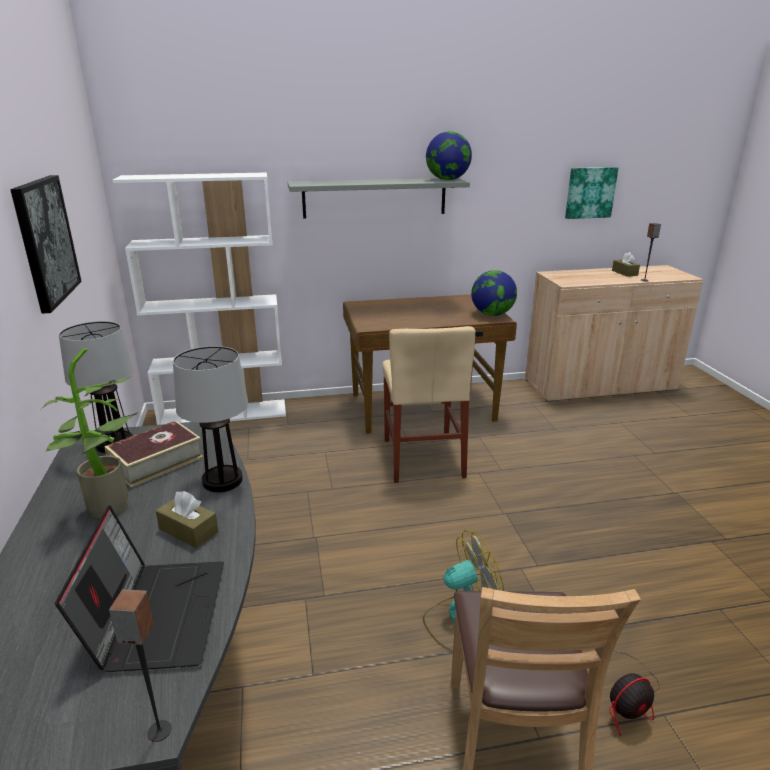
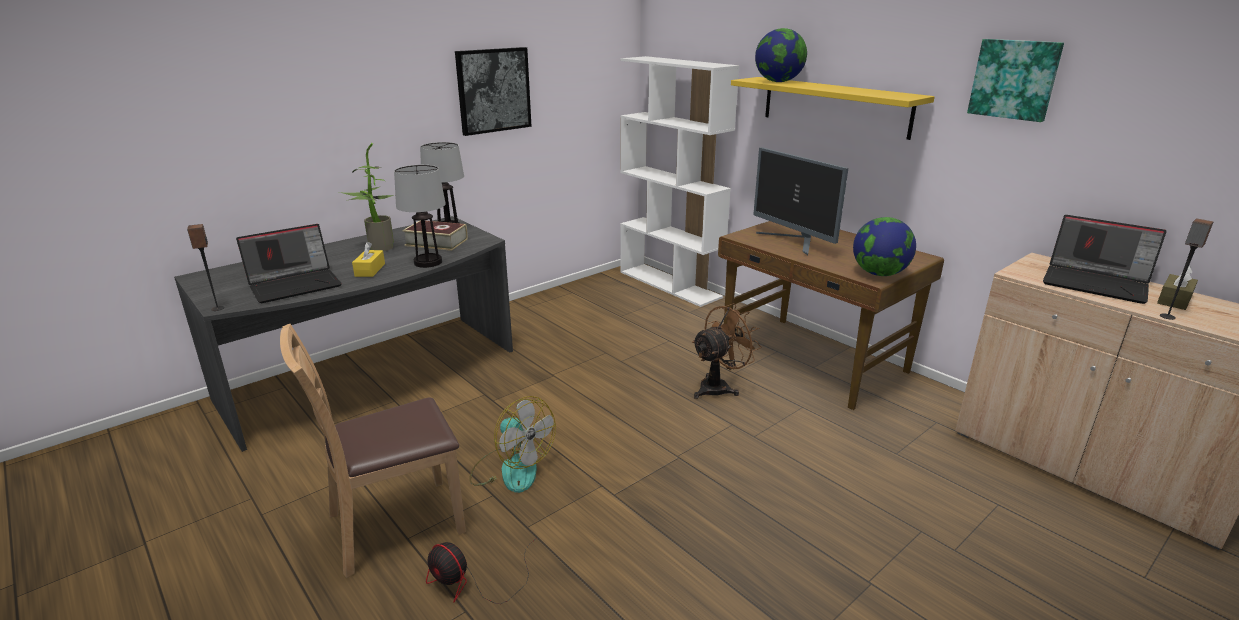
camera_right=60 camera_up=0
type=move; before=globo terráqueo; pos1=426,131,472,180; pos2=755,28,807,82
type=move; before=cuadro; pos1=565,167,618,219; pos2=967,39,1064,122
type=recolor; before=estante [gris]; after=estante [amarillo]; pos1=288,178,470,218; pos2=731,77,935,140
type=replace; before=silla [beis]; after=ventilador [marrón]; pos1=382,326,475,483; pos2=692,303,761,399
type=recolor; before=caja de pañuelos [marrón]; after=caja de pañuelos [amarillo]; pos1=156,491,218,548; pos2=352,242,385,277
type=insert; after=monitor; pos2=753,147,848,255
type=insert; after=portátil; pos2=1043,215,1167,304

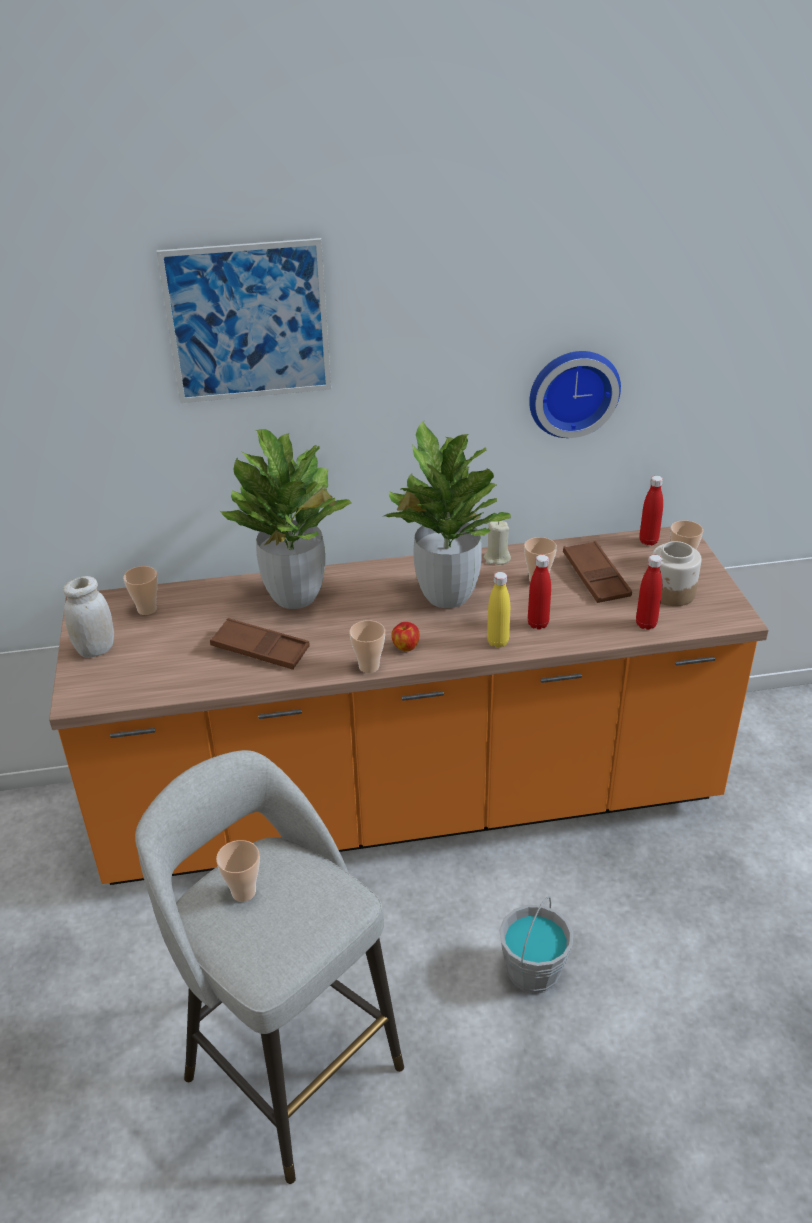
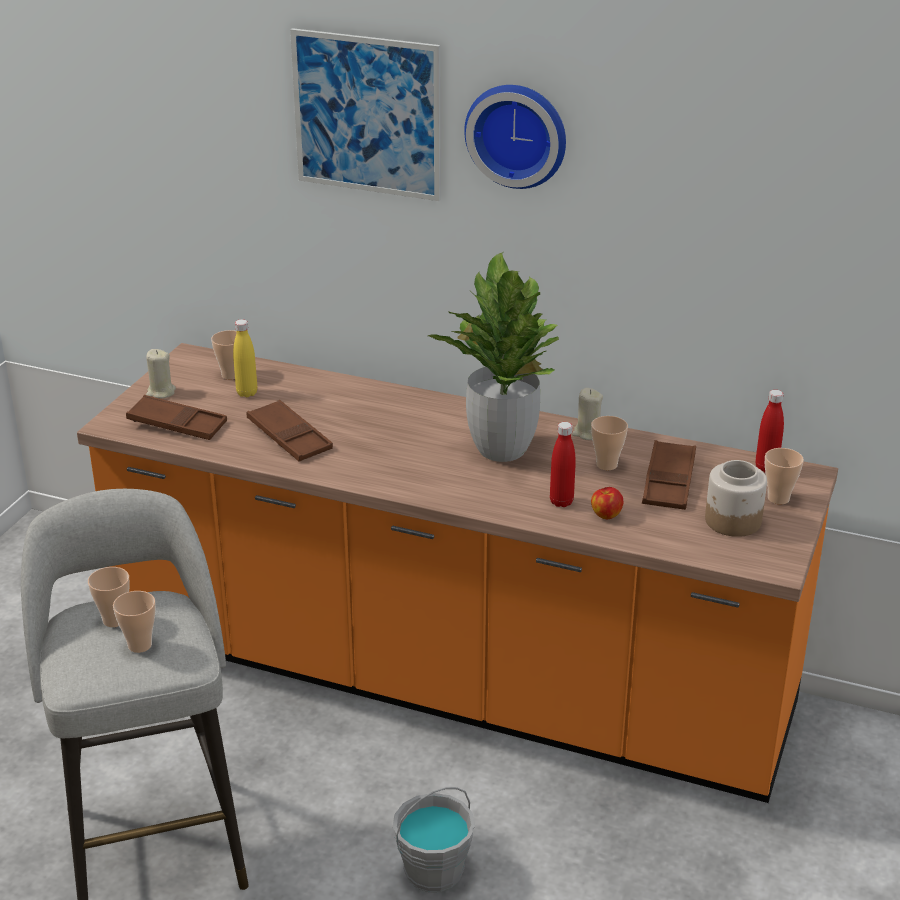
camera_right=30 camera_up=-5
type=move; before=reloj de pared; pos1=529,351,621,438; pos2=464,85,566,189
type=delete; before=planta en maceta; pos1=219,429,352,609
type=delete; before=botella [rojo]; pos1=636,555,662,630
type=move; before=botella [amarillo]; pos1=487,572,510,648; pos2=233,319,257,397
type=replace; before=tarro [blanco]; after=vela [beis]; pos1=63,576,114,658; pos2=146,349,176,399
type=move; before=taza; pos1=349,620,385,673; pos2=113,591,156,653
type=move; before=manzana; pos1=391,622,419,651; pos2=591,487,623,519
type=insert; after=bandeja [marrón]; pos2=126,395,227,440

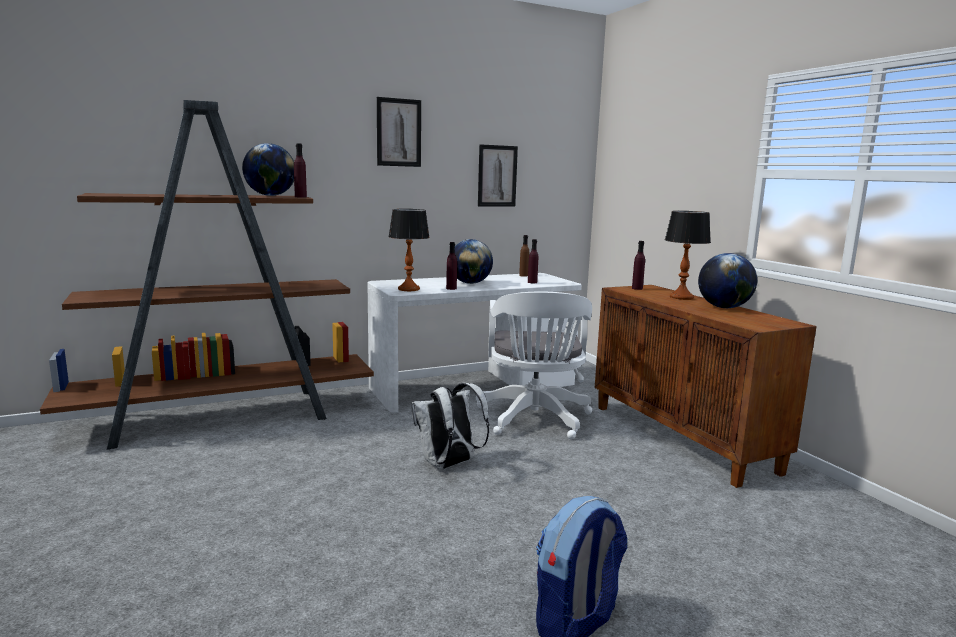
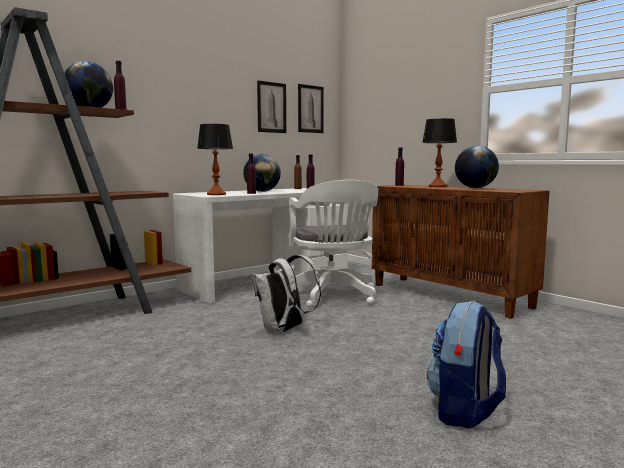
camera_right=-15 camera_up=-5
type=move; before=cuadro; pos1=377,97,421,167; pos2=298,84,324,133

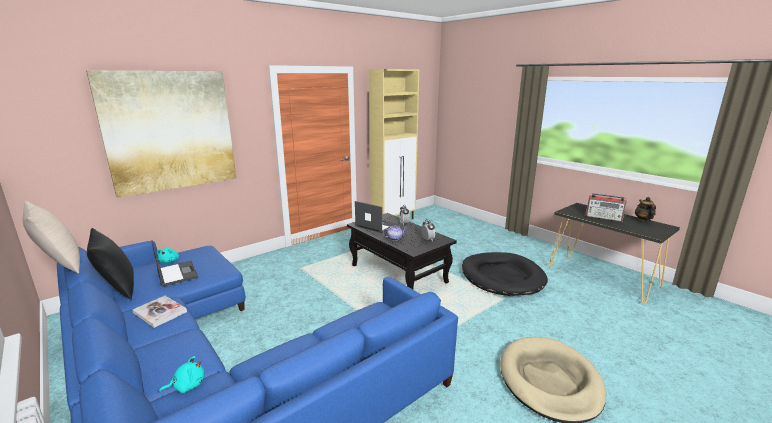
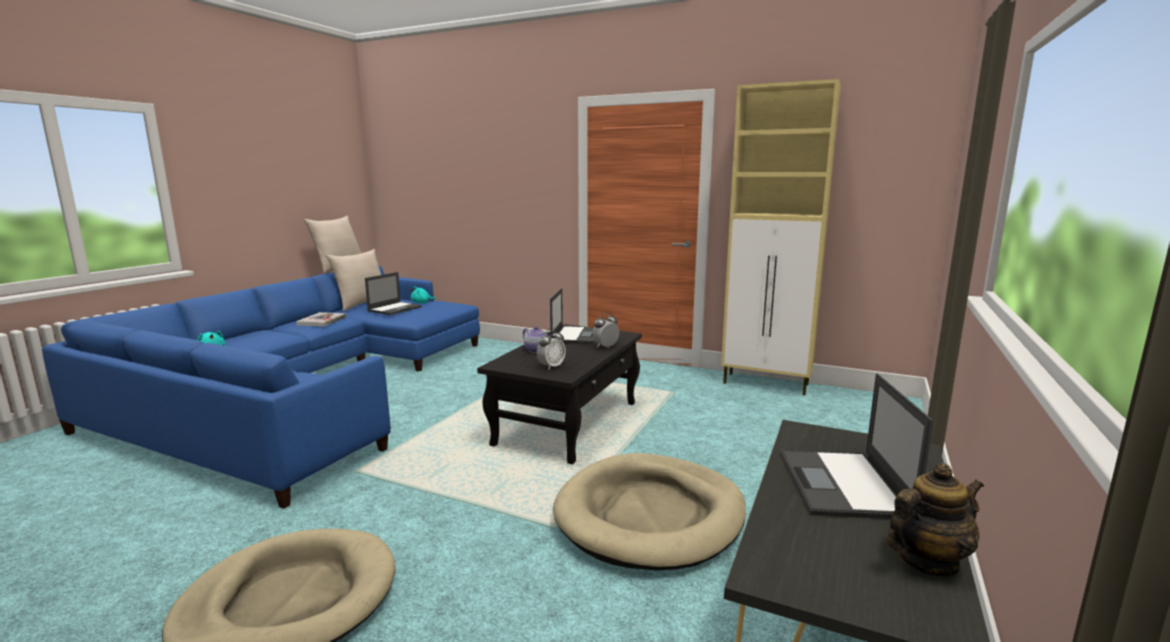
camera_right=65 camera_up=-5
type=delete; before=cuadro; pos1=86,71,236,198
type=replace; before=radio; after=portátil; pos1=586,193,626,222; pos2=780,373,933,519
type=recolor; before=cojín [negro]; after=cojín [beis]; pos1=87,228,134,300; pos2=325,249,381,311
type=recolor; before=cama para perro [negro]; after=cama para perro [beis]; pos1=462,252,548,296; pos2=553,453,746,571

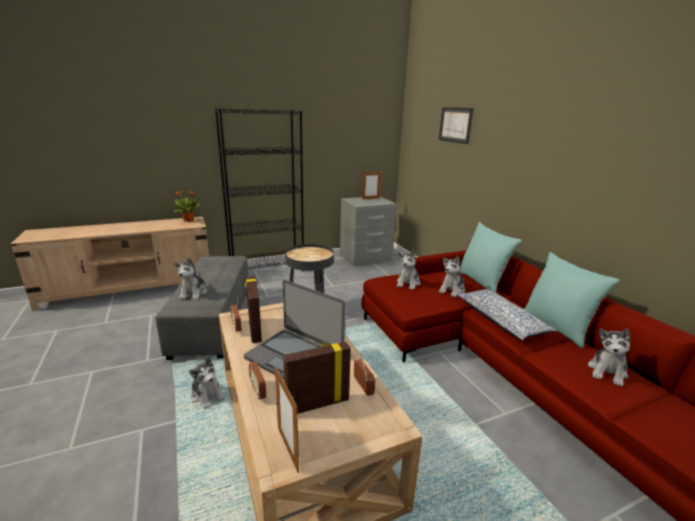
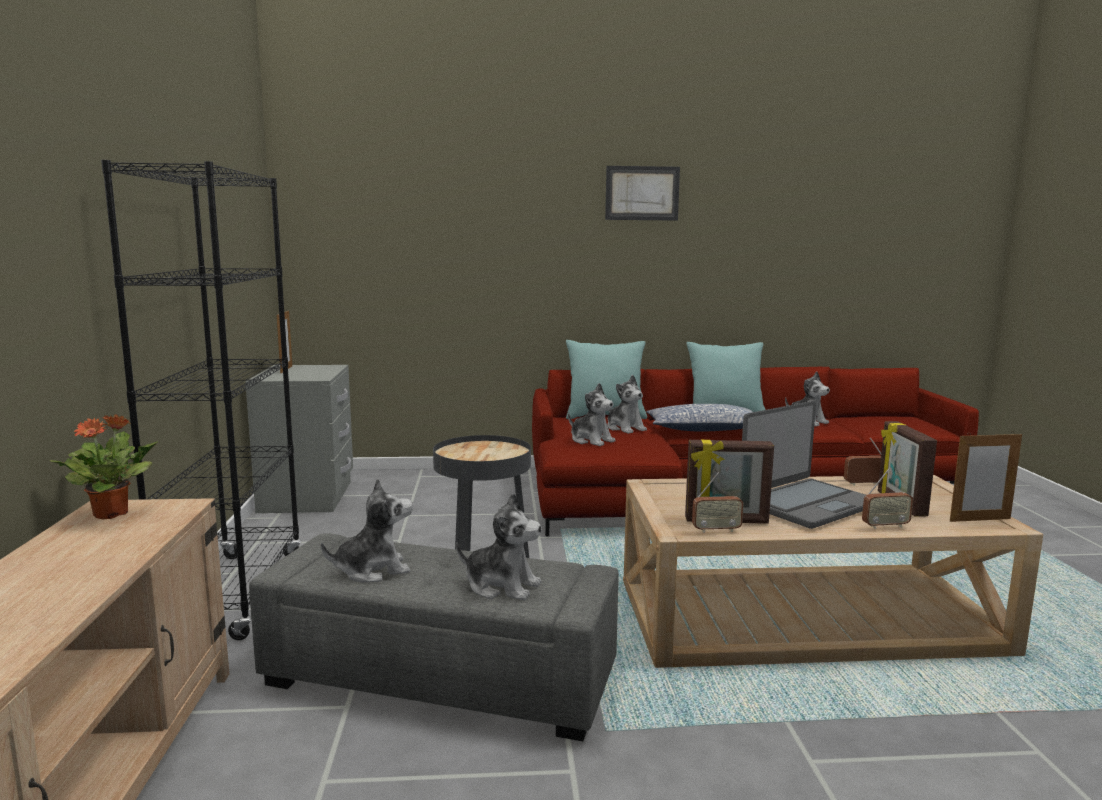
camera_right=-70 camera_up=-10
type=move; before=cuadro; pos1=439,107,474,144; pos2=605,166,680,221
type=move; before=peluche; pos1=189,357,225,410; pos2=321,478,413,582

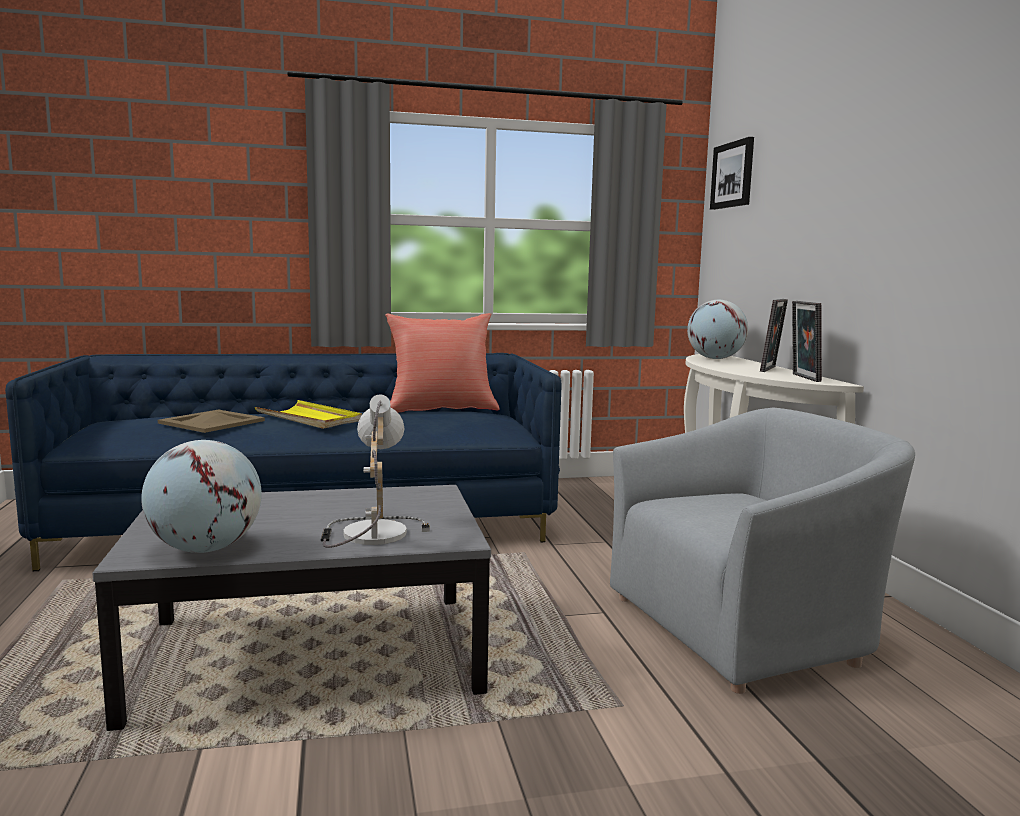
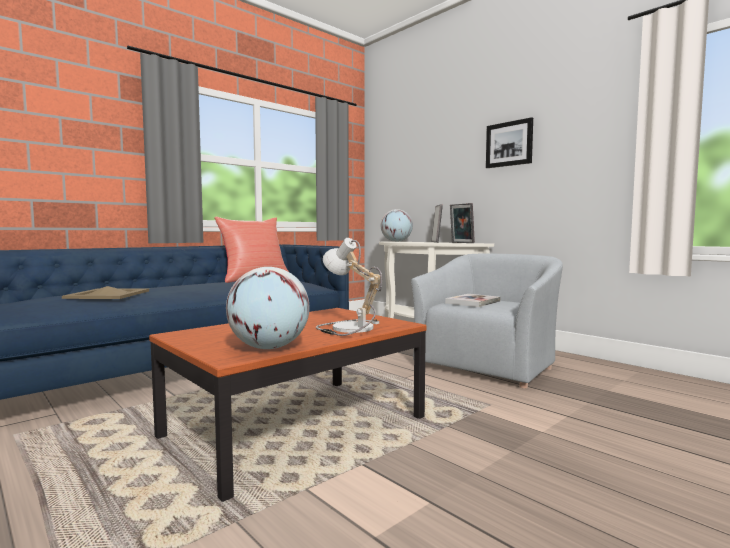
camera_right=-30 camera_up=-5
type=move; before=cuadro; pos1=710,137,754,210; pos2=486,117,533,168
type=delete; before=bandeja [amarillo]; pos1=255,400,362,429
type=recolor; before=mesa de centro [gris]; after=mesa de centro [marrón]; pos1=92,485,491,731; pos2=149,308,427,502
type=insert; after=libro; pos2=445,294,501,307

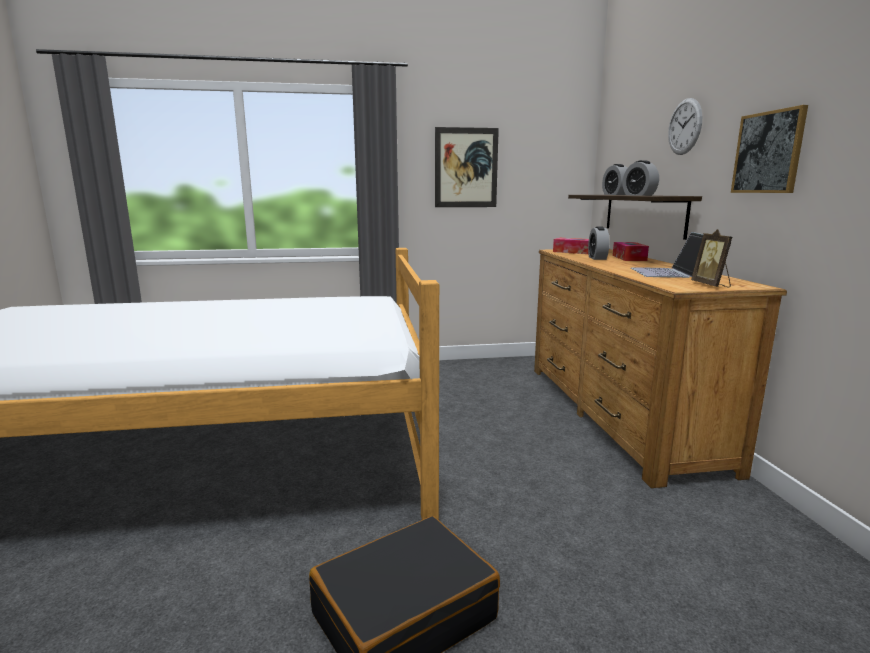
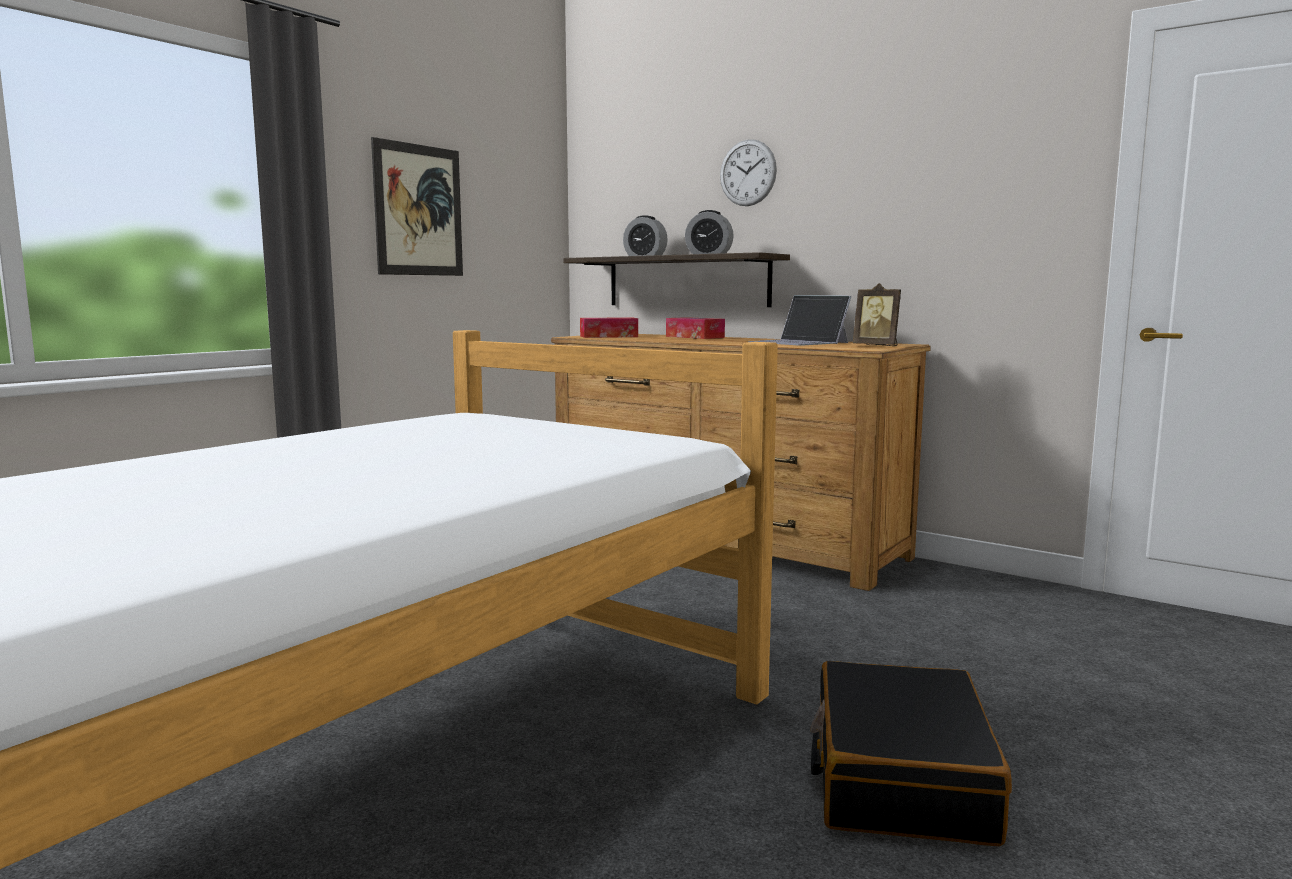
camera_right=-45 camera_up=-5
type=delete; before=cuadro; pos1=731,105,808,193
type=delete; before=despertador; pos1=588,226,609,260

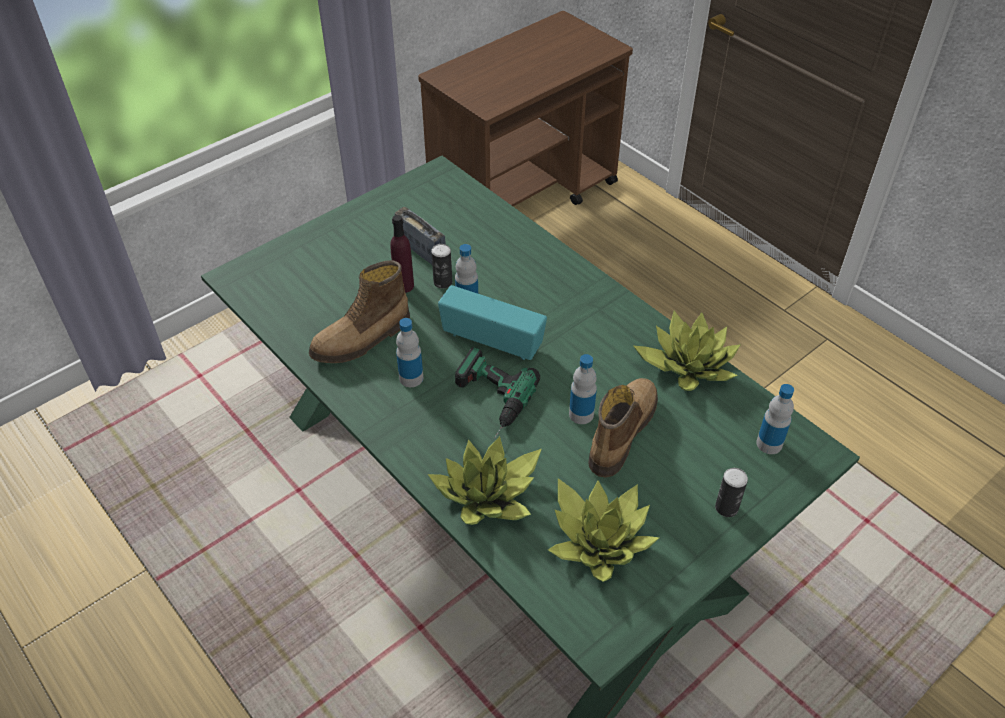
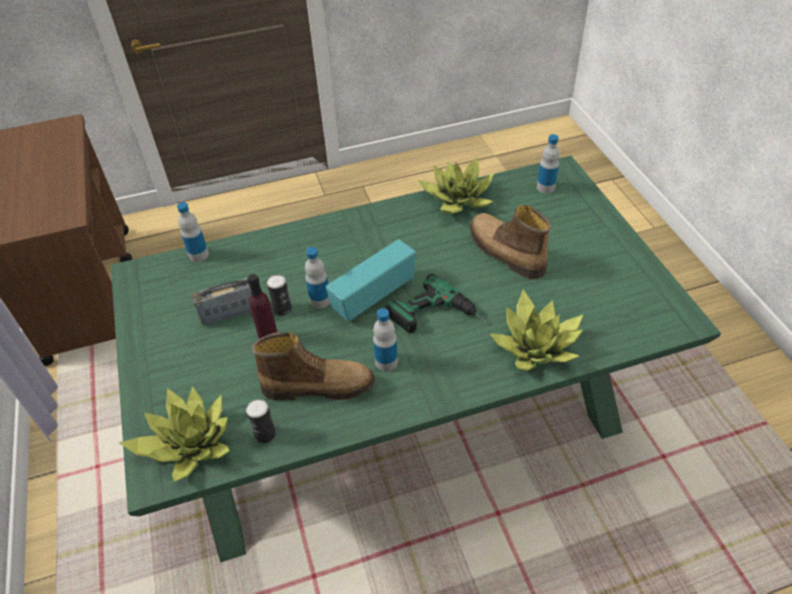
camera_right=-65 camera_up=0
type=rotate; before=bota; pos1=309,260,410,363; pos2=252,332,375,401; turn=-75
type=move; before=botella; pos1=569,354,597,424; pos2=177,202,209,262
type=move; before=lata; pos1=715,468,748,517; pos2=246,399,276,443
type=move; before=planta en maceta; pos1=548,478,660,582; pos2=119,386,230,482

